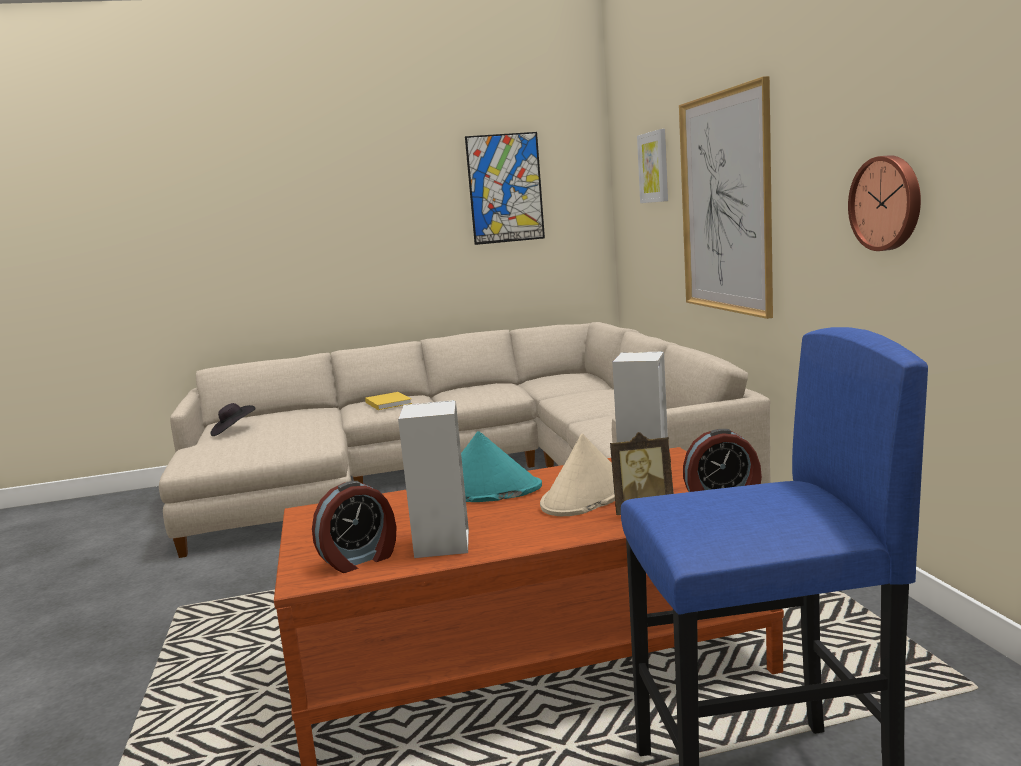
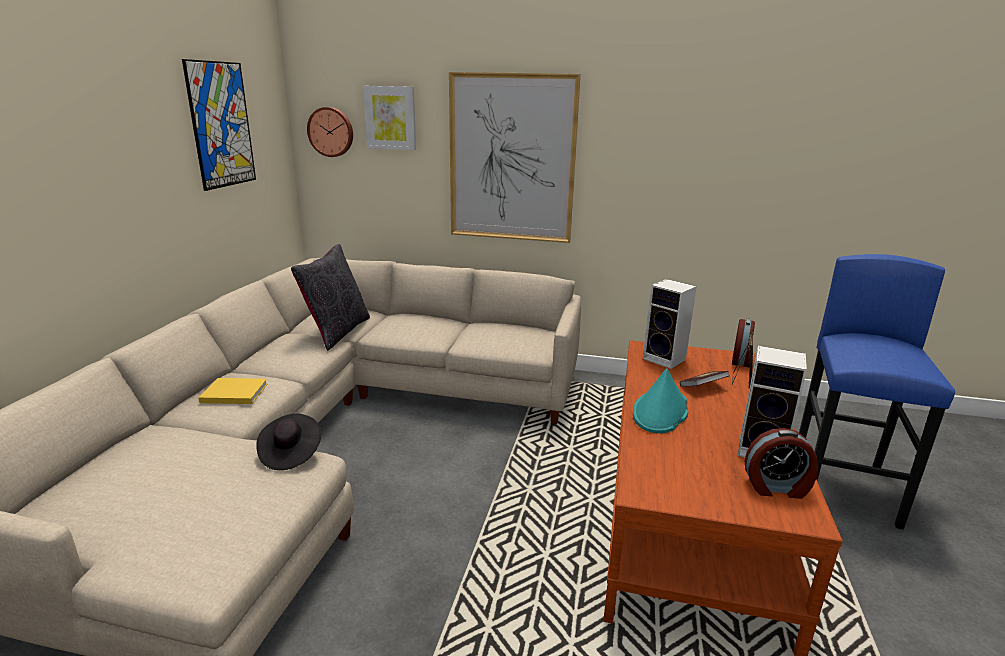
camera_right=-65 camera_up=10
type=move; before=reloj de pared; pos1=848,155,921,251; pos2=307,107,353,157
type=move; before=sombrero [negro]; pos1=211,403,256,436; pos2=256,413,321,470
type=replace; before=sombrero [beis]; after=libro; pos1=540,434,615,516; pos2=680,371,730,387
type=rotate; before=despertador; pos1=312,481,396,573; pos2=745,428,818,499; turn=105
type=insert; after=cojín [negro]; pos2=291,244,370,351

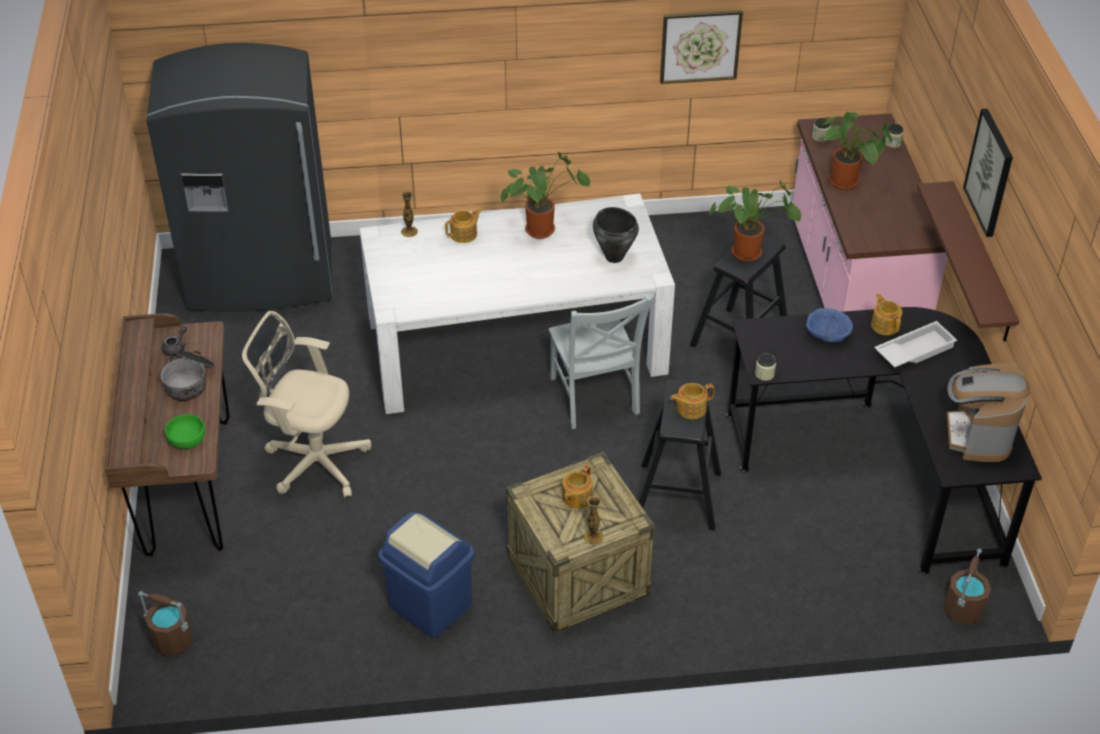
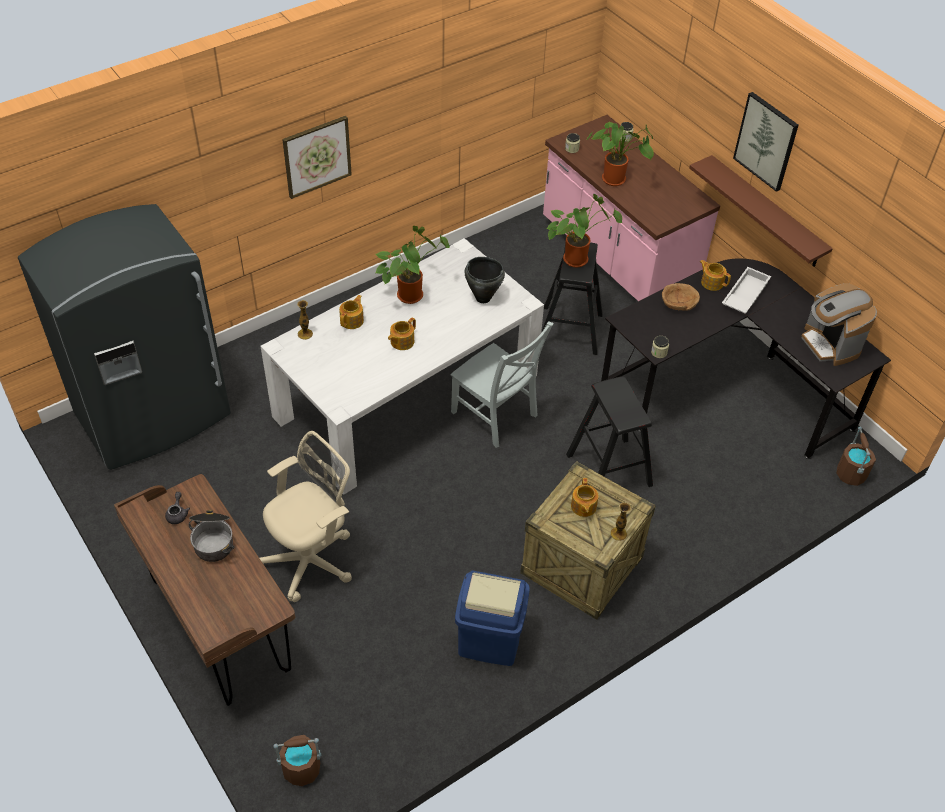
camera_right=-30 camera_up=5
type=move; before=cuadro; pos1=660,10,743,84; pos2=282,116,352,199
type=recolor; before=cuenco [azul]; after=cuenco [marrón]; pos1=806,308,853,343; pos2=662,283,700,311
type=rotate; before=silla de oficina [beis]; pos1=242,311,371,498; pos2=260,431,352,602; turn=150
type=move; before=tetera; pos1=670,383,714,419; pos2=388,317,416,350
type=delete; before=cuenco [verde]; pos1=165,414,205,449

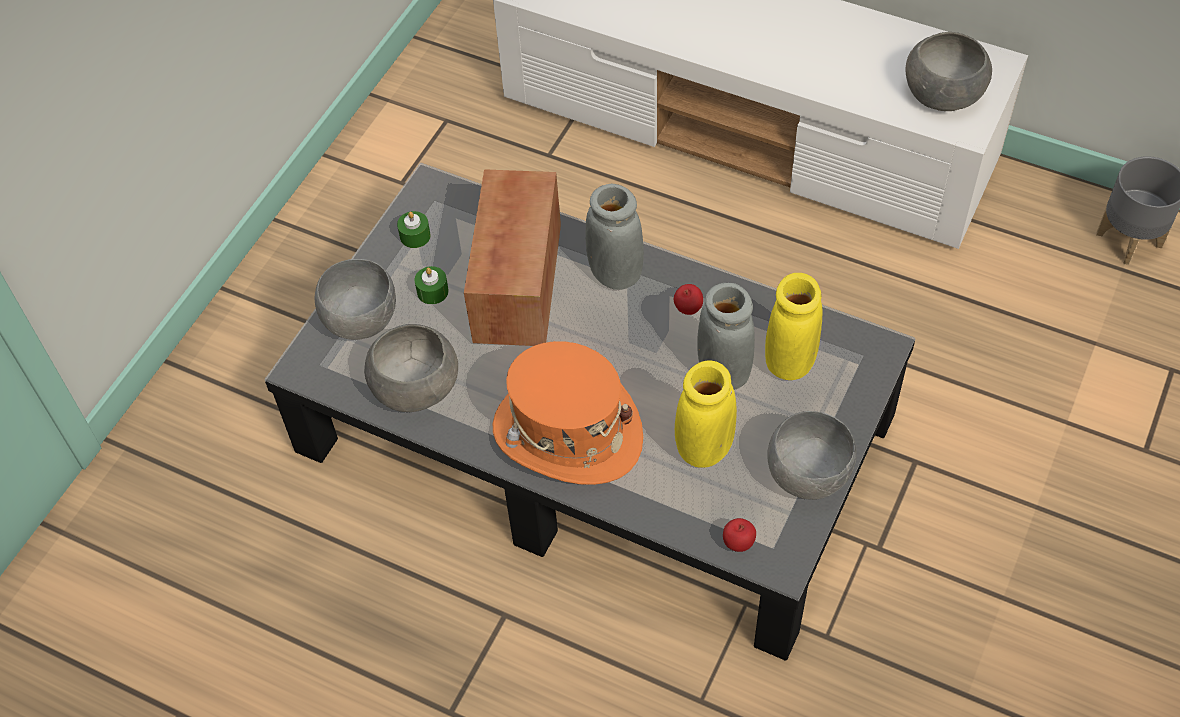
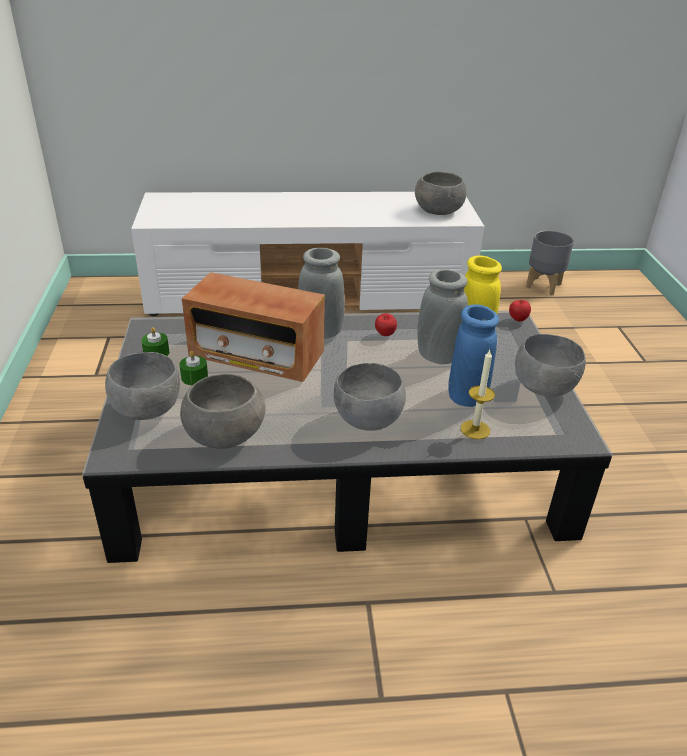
camera_right=-35 camera_up=-20
type=rotate; before=radio; pos1=464,169,561,346; pos2=182,272,325,382; turn=-45
type=replace; before=sombrero [naranja]; after=cuenco [gris]; pos1=493,341,643,485; pos2=334,363,406,431
type=recolor; before=florero [amarillo]; after=florero [azul]; pos1=675,361,737,468; pos2=448,304,499,407
type=move; before=manzana; pos1=723,518,756,552; pos2=509,300,531,322
type=insert; after=vela; pos2=461,350,495,440

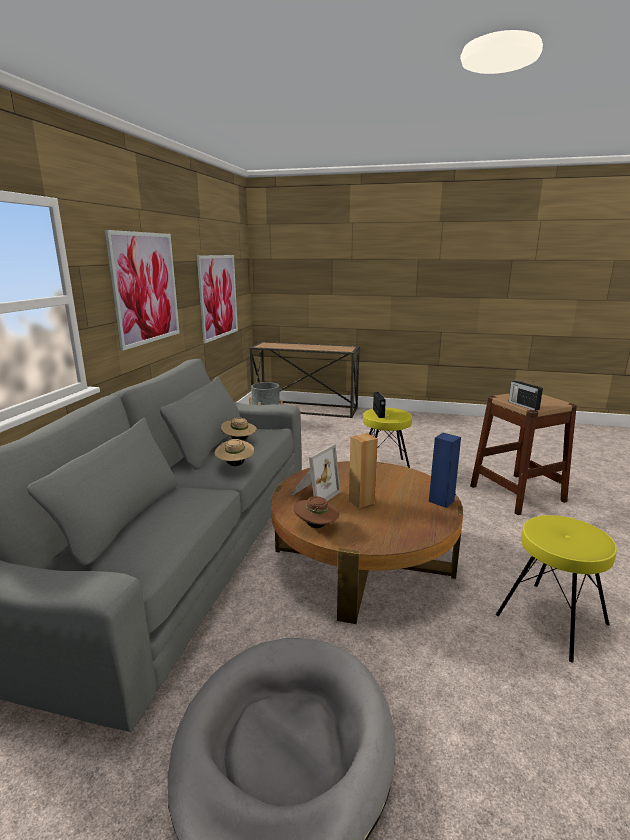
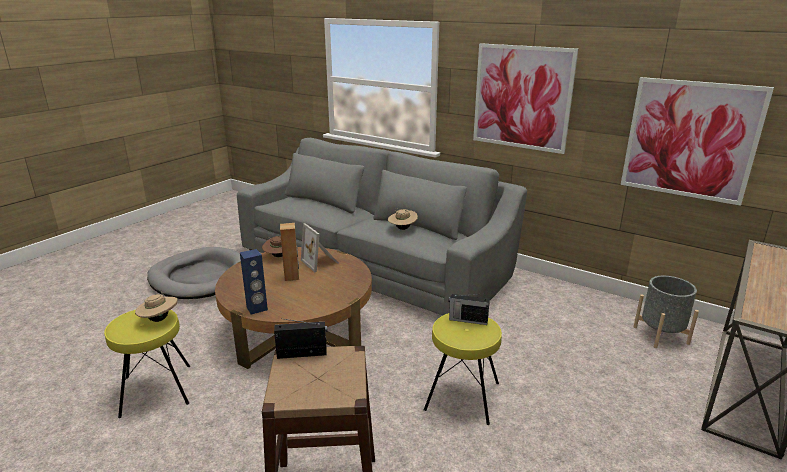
camera_right=110 camera_up=5
type=move; before=sombrero [beis]; pos1=214,439,254,466; pos2=135,290,178,322

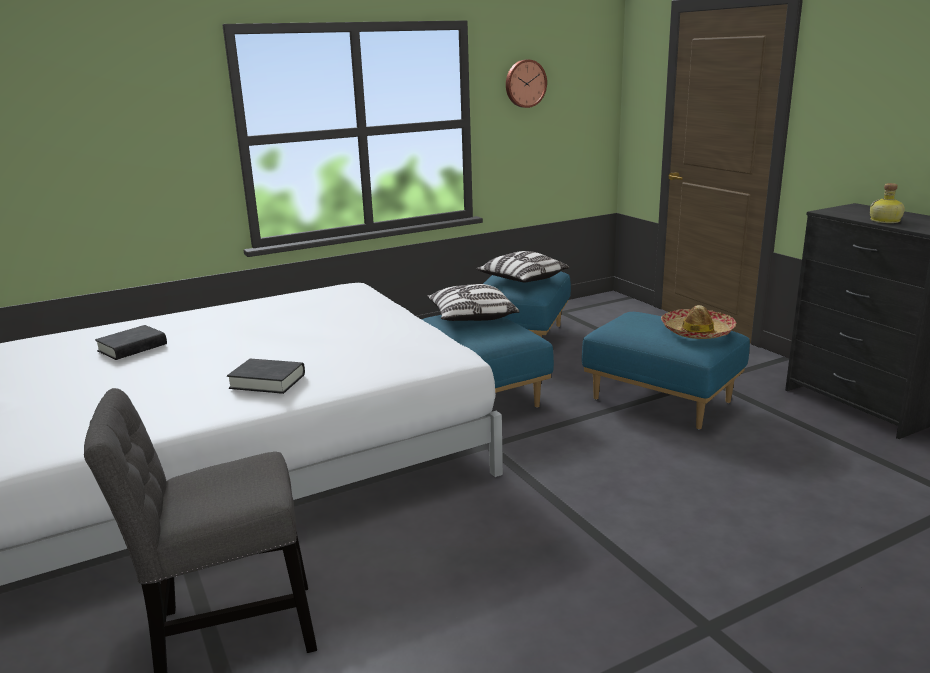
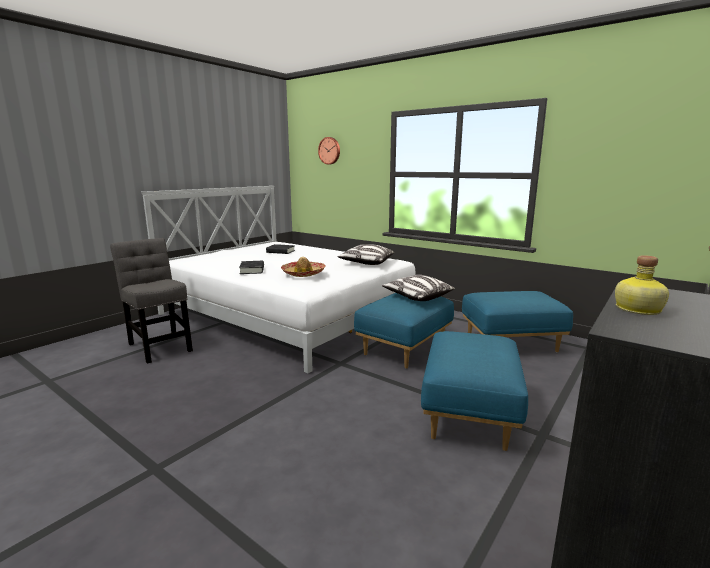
camera_right=65 camera_up=-5
type=move; before=reloj de pared; pos1=506,60,547,108; pos2=318,137,340,164
type=move; before=cojín; pos1=476,251,570,282; pos2=337,244,394,265
type=move; before=sombrero; pos1=661,305,736,339; pos2=281,257,326,277

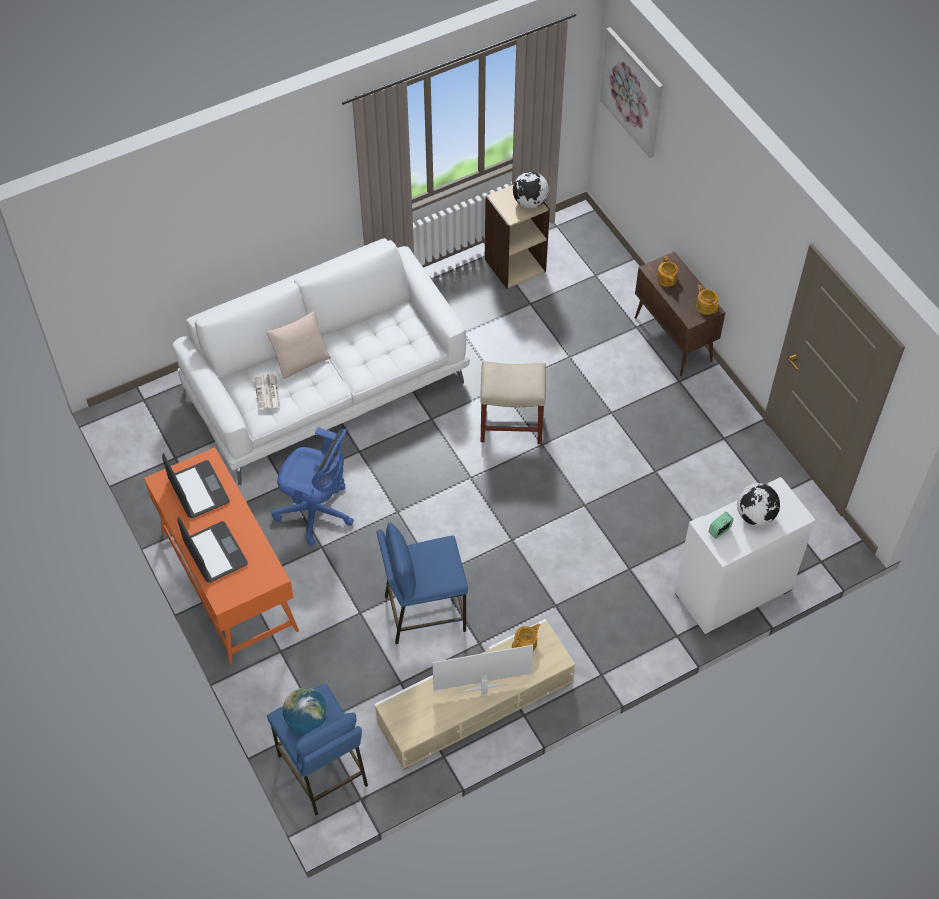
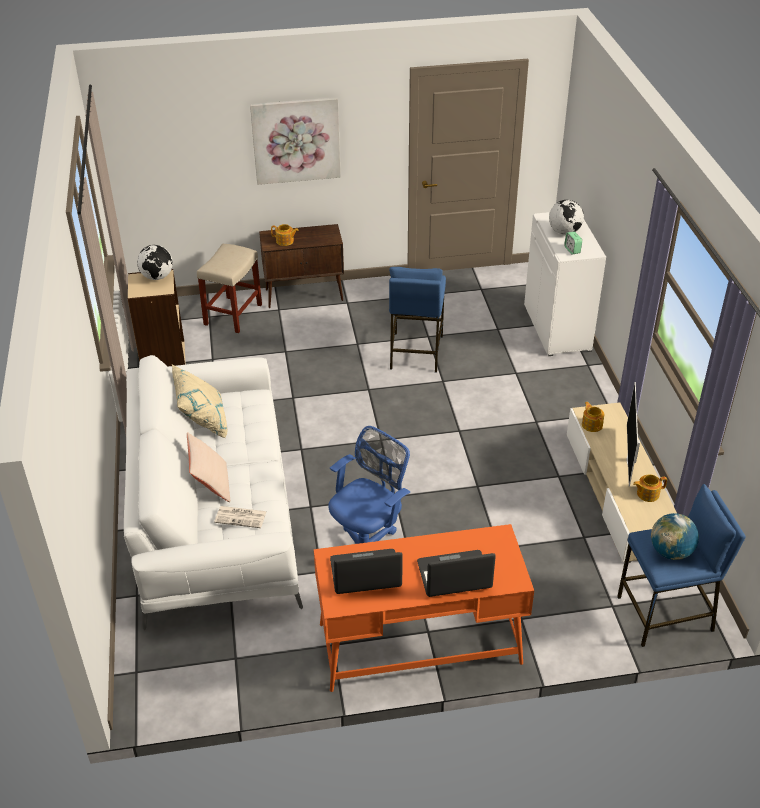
camera_right=-70 camera_up=-15
type=move; before=cuadro; pos1=600,27,663,158; pos2=250,97,341,185
type=move; before=tetera; pos1=696,285,718,315; pos2=633,474,667,502
type=move; before=taburete [beis]; pos1=481,361,546,444; pos2=197,243,262,333
type=move; before=taburete [azul]; pos1=377,522,468,644; pos2=389,267,446,373
type=insert; after=cojín [beis]; pos2=172,364,228,438

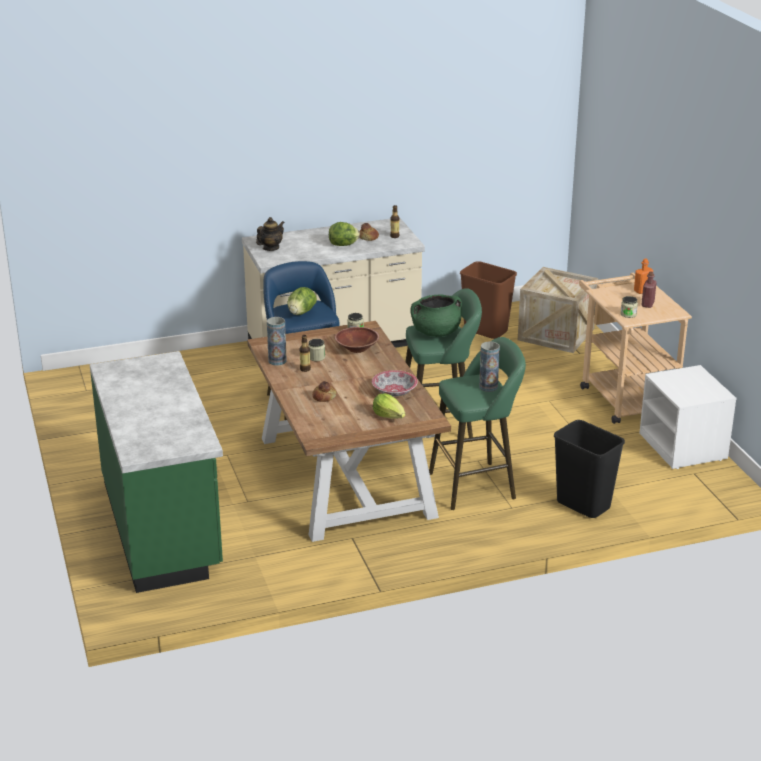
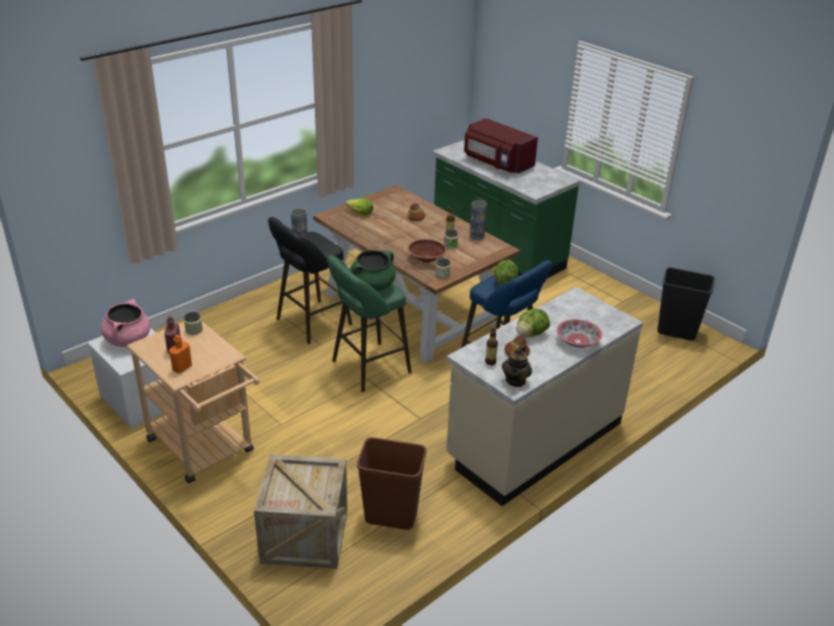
camera_right=155 camera_up=5
type=move; before=tetera; pos1=256,217,285,251; pos2=502,344,532,387
type=recolor; before=taburete [verde]; after=taburete [negro]; pos1=429,337,526,510; pos2=268,217,352,344
type=move; before=cuenco; pos1=372,370,418,397; pos2=557,319,602,348
type=move; before=papelera [negro]; pos1=554,420,625,518; pos2=657,267,715,341
type=insert; after=microondas [rojo]; pos2=464,118,538,174
type=insert; after=olla [rosa]; pos2=101,299,150,347

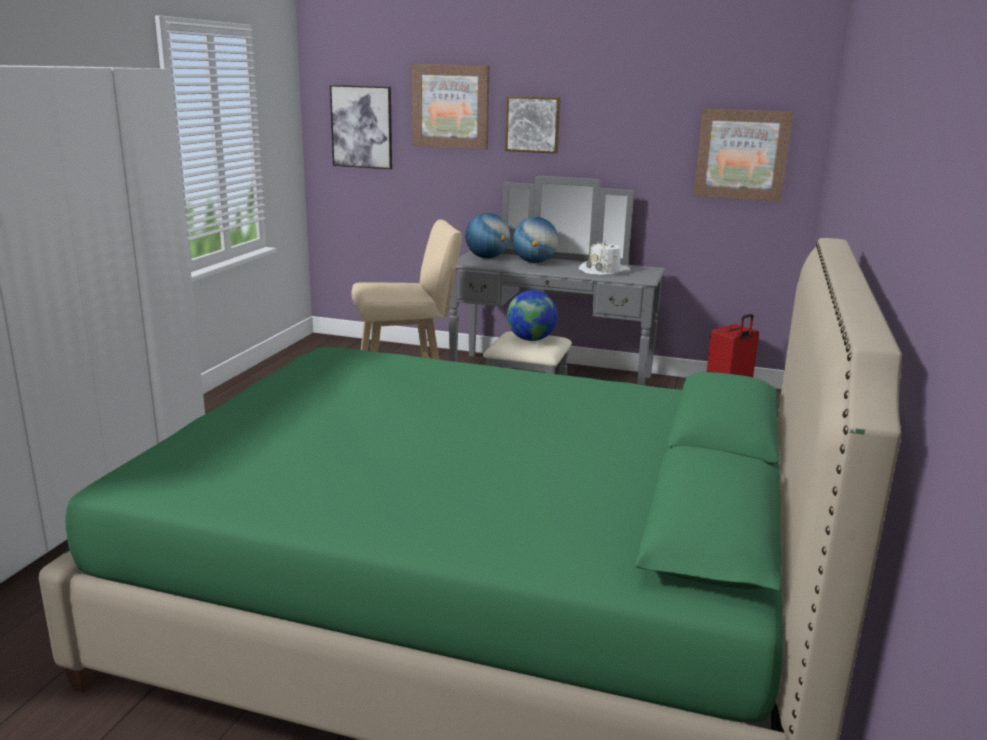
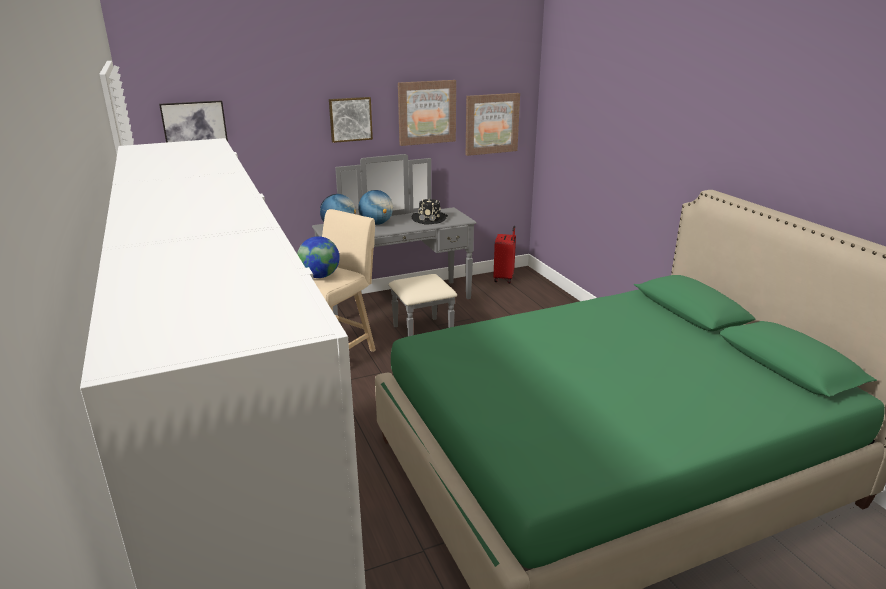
camera_right=-40 camera_up=5
type=move; before=cuadro; pos1=412,64,489,150; pos2=398,80,456,146
type=recolor; before=sombrero [blanco]; after=sombrero [negro]; pos1=579,241,630,275; pos2=412,199,448,224
type=move; before=globo terráqueo; pos1=507,290,558,341; pos2=297,236,340,278

